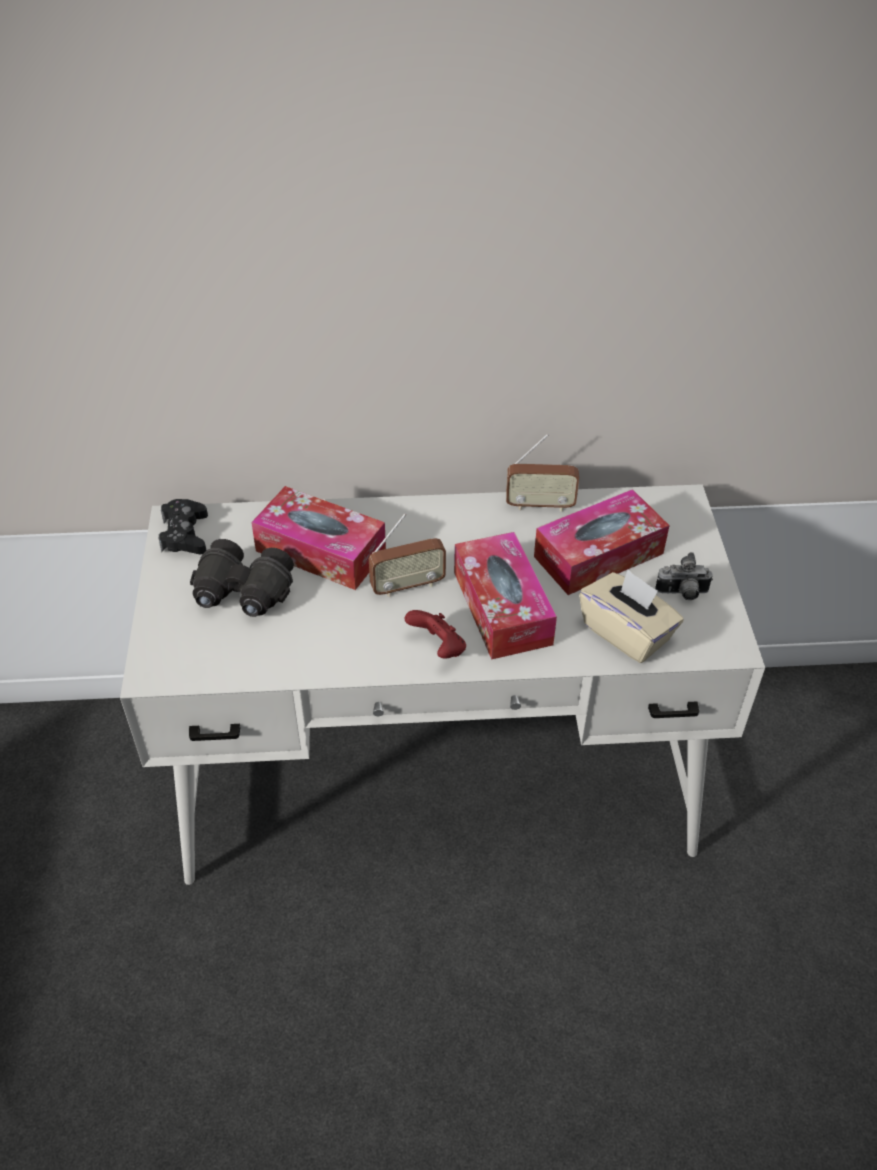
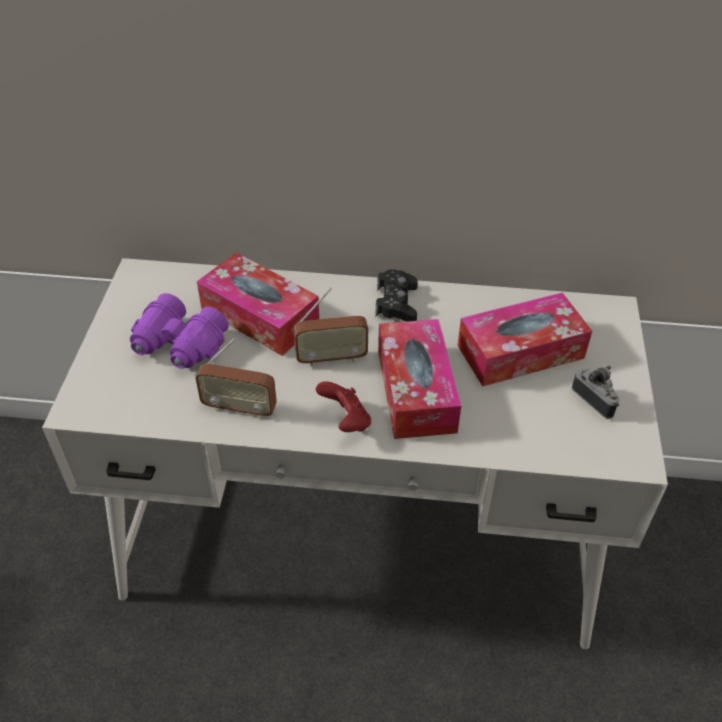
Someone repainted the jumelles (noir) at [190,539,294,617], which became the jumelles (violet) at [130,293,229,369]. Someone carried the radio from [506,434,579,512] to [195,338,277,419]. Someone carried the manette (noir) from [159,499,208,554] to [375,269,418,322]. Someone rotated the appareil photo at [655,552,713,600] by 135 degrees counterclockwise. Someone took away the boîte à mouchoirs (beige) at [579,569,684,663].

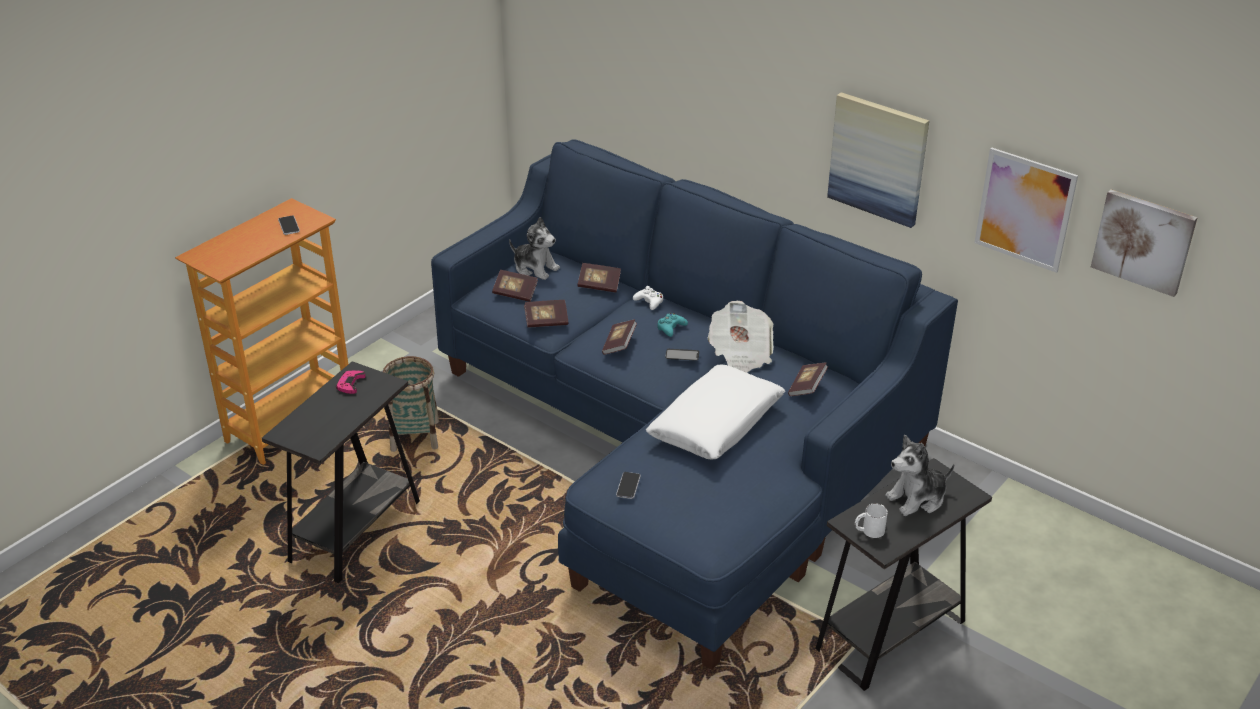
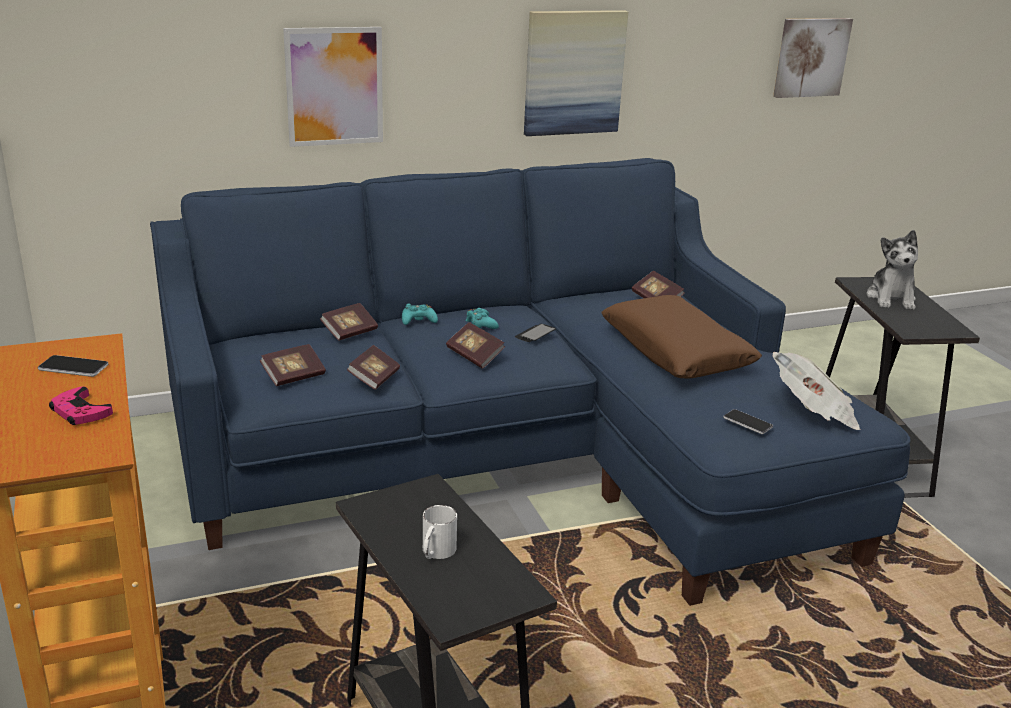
Someone carried the manette (rose) from [336,370,365,394] to [49,386,113,425]. Someone carried the tableau from [974,147,1078,273] to [283,27,383,147]. Someone repainted the manette (blanc) at [633,286,663,310], which became the manette (turquoise) at [402,304,438,325]. Someone carried the mug (blanc) from [855,503,888,538] to [423,505,457,559]. Someone repainted the coussin (blanc) at [646,365,785,460], which became the coussin (marron) at [601,295,762,379]. Someone carried the journal from [707,301,773,373] to [772,352,861,430]. Someone took away the panier at [383,356,439,452]. Someone took away the peluche at [509,217,560,280].

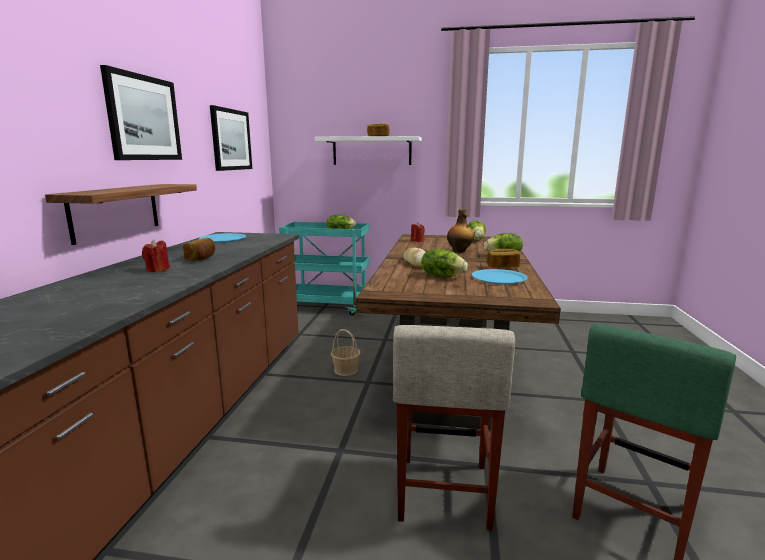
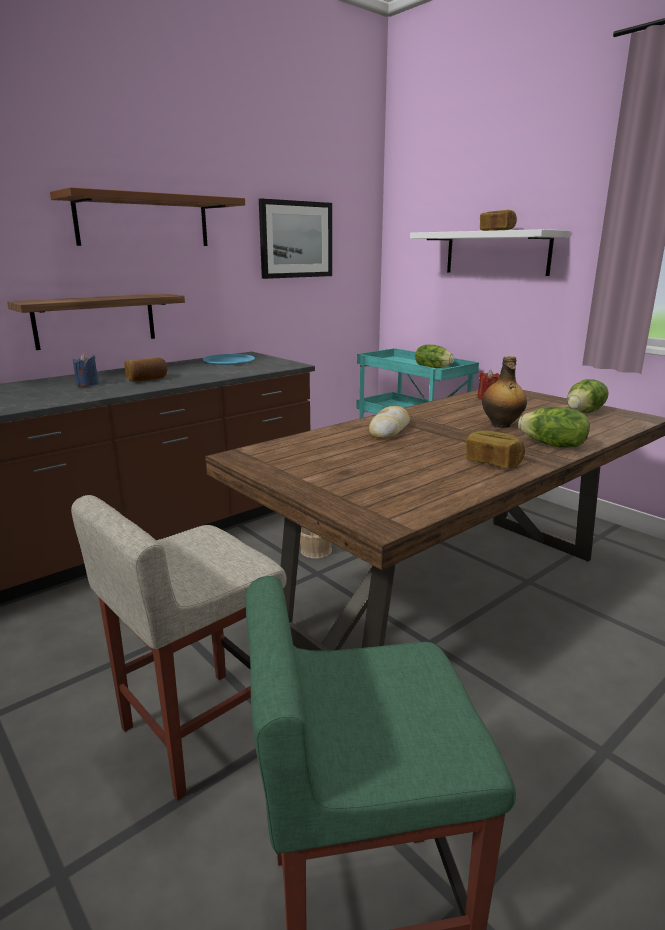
Someone swapped the tableau at [100,65,182,160] for the étagère (marron) at [50,187,245,246]. Someone repainted the bougie (rouge) at [142,239,170,272], which became the bougie (bleu) at [73,353,99,387]. Someone took away the laitue at [421,249,468,277]. Someone took away the assiette (bleu) at [472,269,528,284].

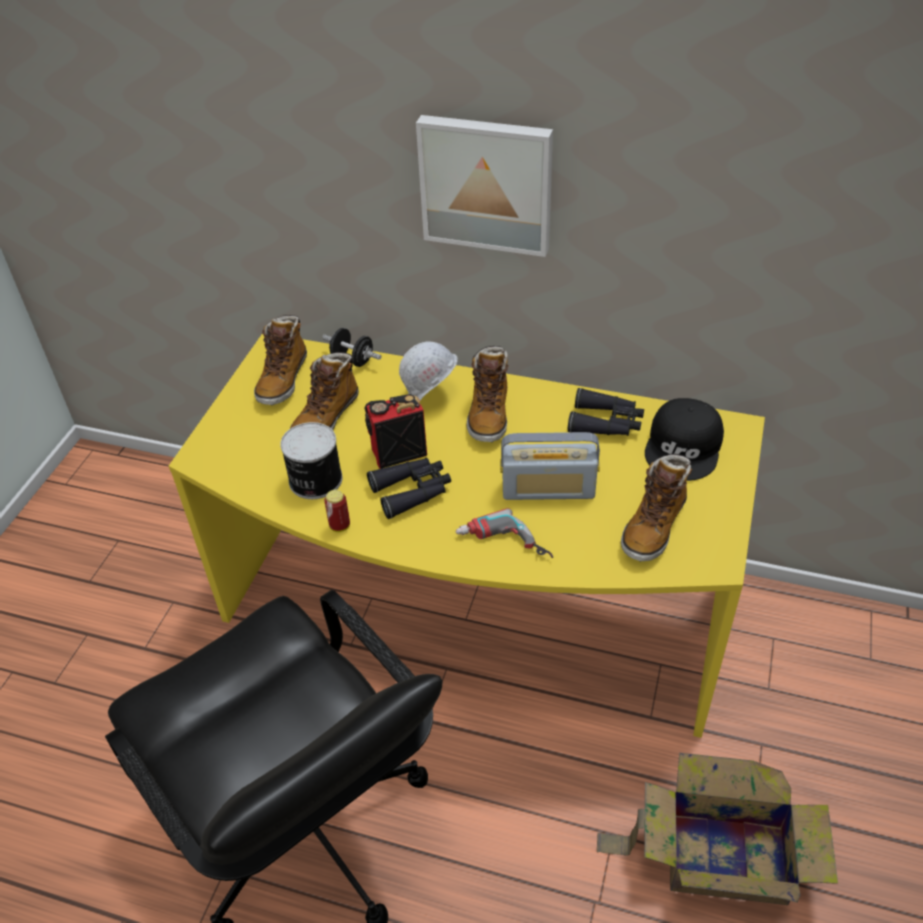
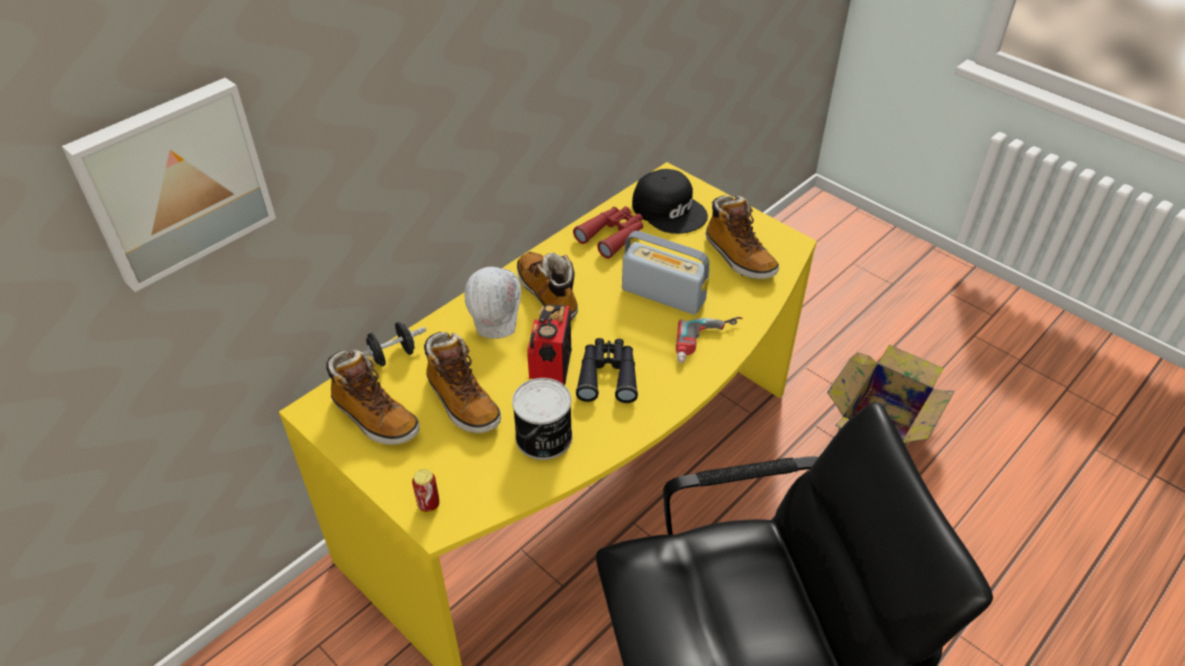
Someone carried the tableau from [416,115,553,257] to [62,78,276,292]. Someone carried the boîte métallique from [324,490,350,532] to [412,469,440,513]. Someone rotated the botte at [467,346,509,443] by 150 degrees counterclockwise. Someone repainted the jumelles (noir) at [568,388,644,436], which became the jumelles (rouge) at [573,206,643,259]. Someone rotated the radio at [500,432,600,500] by 90 degrees counterclockwise.

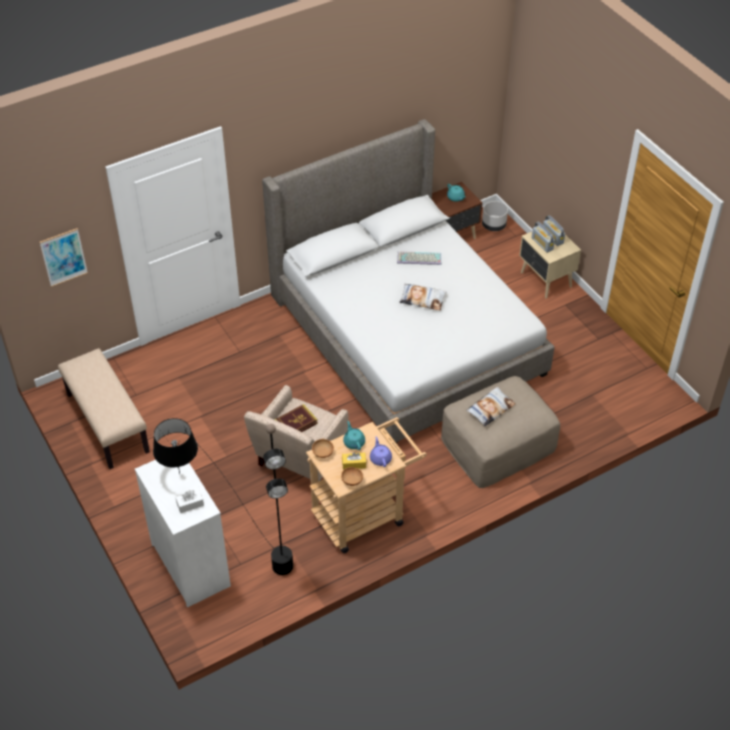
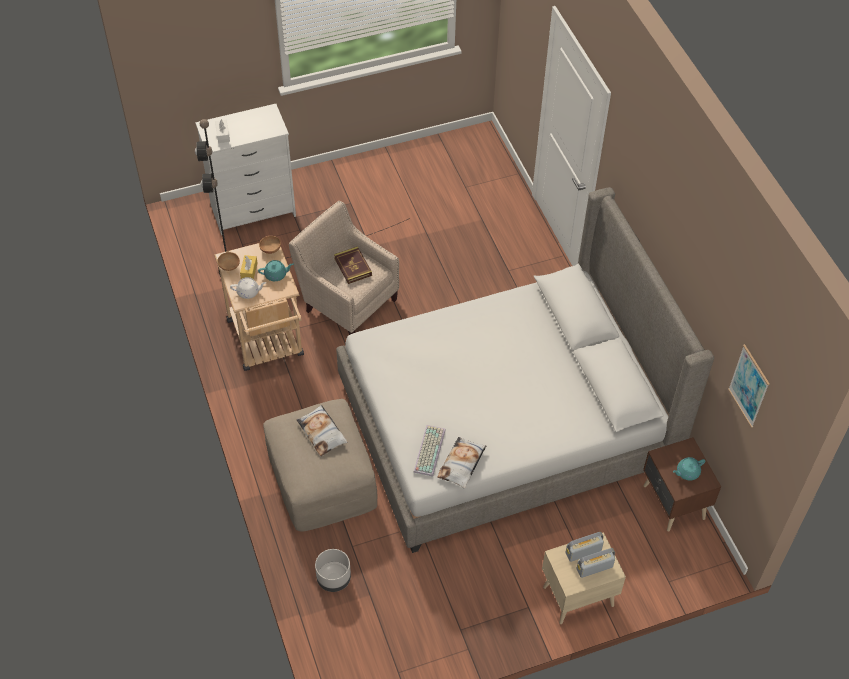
Someone repainted the théière (violet) at [370,437,392,467], which became the théière (blanc) at [230,277,266,299]. Someone carried the cache-pot (gris) from [482,201,508,231] to [315,549,351,592]. Someone carried the clavier from [397,251,442,265] to [413,425,446,477]. Someone carried the coussin from [399,284,447,310] to [437,437,487,488]. Someone carried the tableau from [39,228,88,287] to [728,344,769,428]. Someone took away the banc (beige) at [58,348,150,469]. Someone took away the lampe de table (noir) at [153,418,198,474].

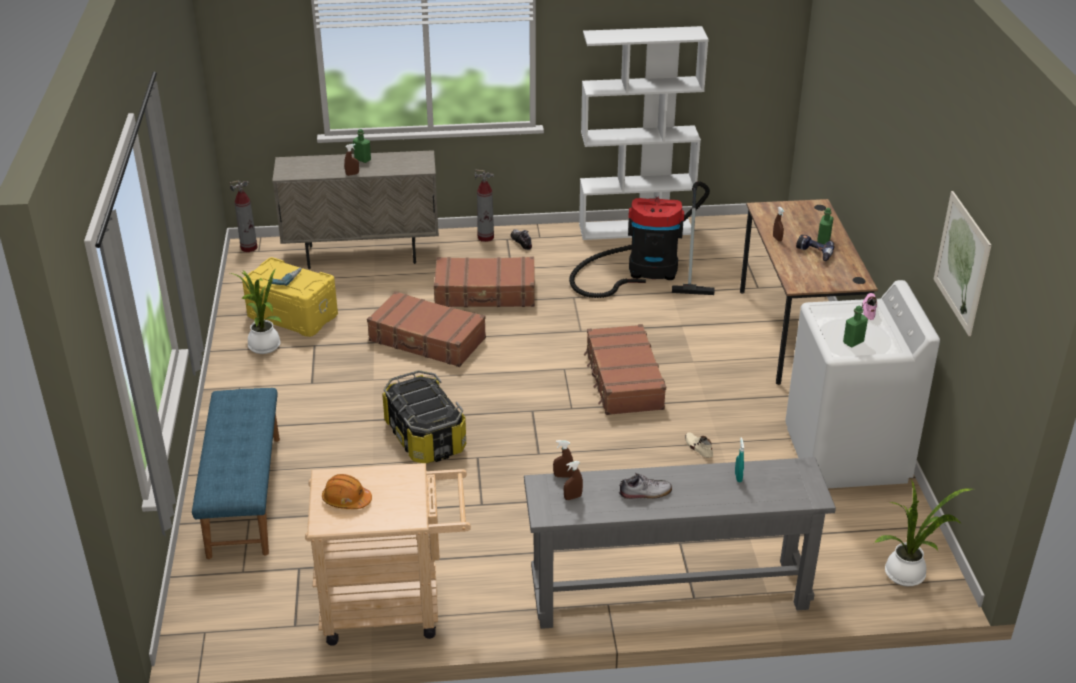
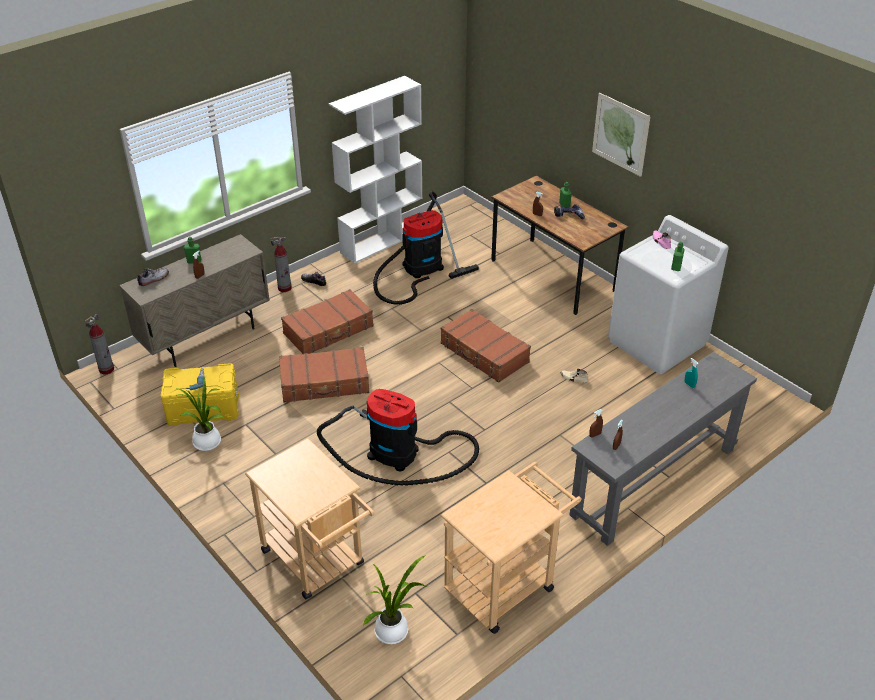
Someone carried the chaussure from [619,473,672,499] to [137,268,169,286]. Someone swapped the banc (bleu) at [192,388,280,559] for the chariot (beige) at [245,438,374,599]. Someone swapped the boîte de rangement at [382,370,466,464] for the aspirateur at [317,389,479,486]. Someone carried the plante en pot from [874,480,973,586] to [363,555,427,644]. Someone carried the tableau from [934,191,991,336] to [592,93,651,177]. Someone took away the casque de chantier (orange) at [322,474,372,509].

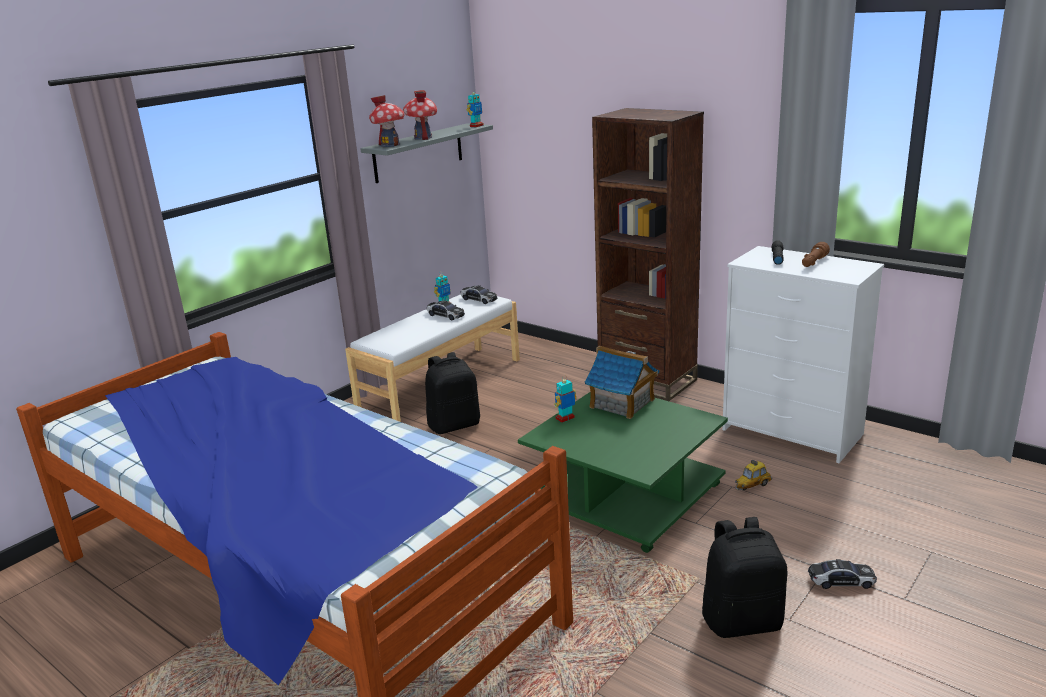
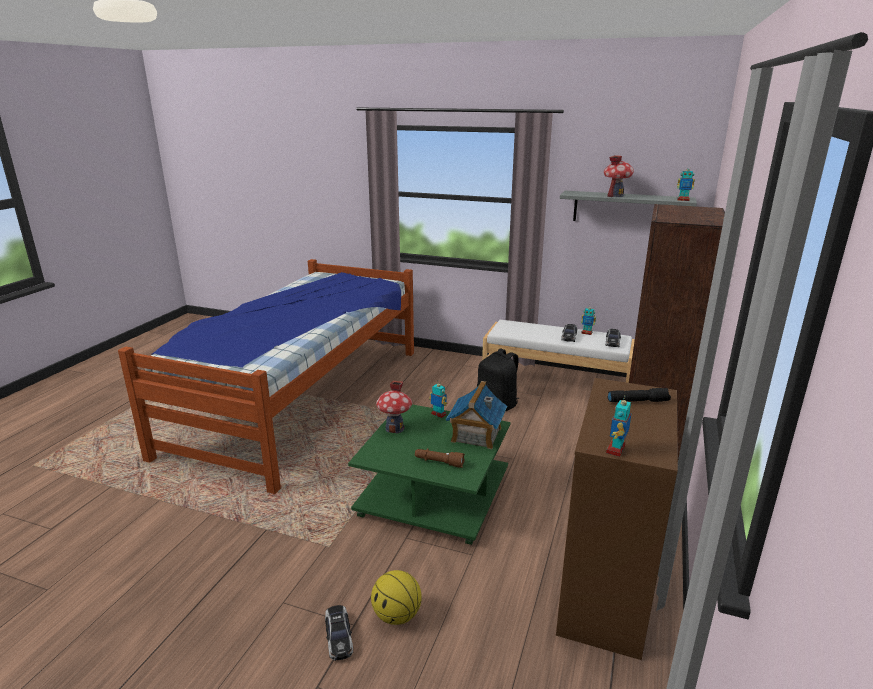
Someone put down the ballon de basket at [371,570,422,625]. Someone carried the maison miniature from [369,95,405,147] to [376,381,412,434]. Someone carried the lampe de poche (marron) from [802,242,830,267] to [415,449,465,468]. Someone repainted the commode (blanc) at [722,246,884,463], which became the commode (marron) at [556,378,678,660]. Someone put down the robot jouet at [606,399,631,457]. Someone took away the sac à dos (noir) at [702,517,787,638]. Someone took away the petite voiture at [735,460,772,490].

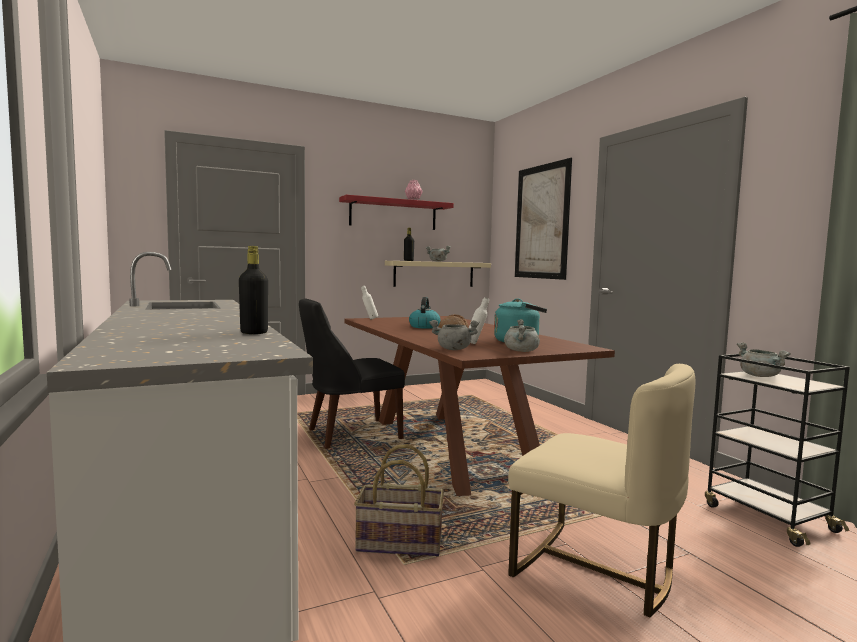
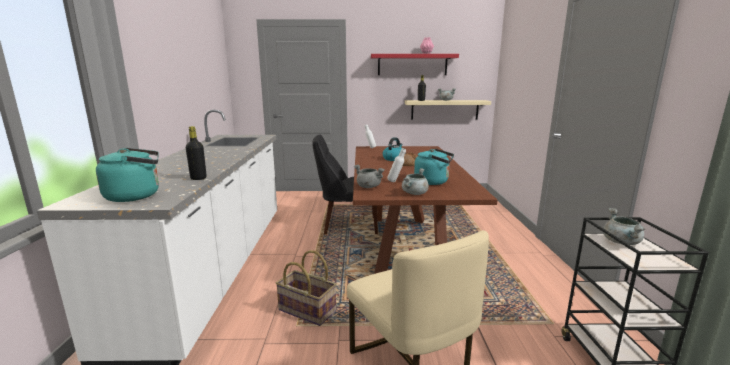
Someone put down the bouilloire (turquoise) at [96,148,159,202]. Someone took away the tableau at [515,158,572,280].

